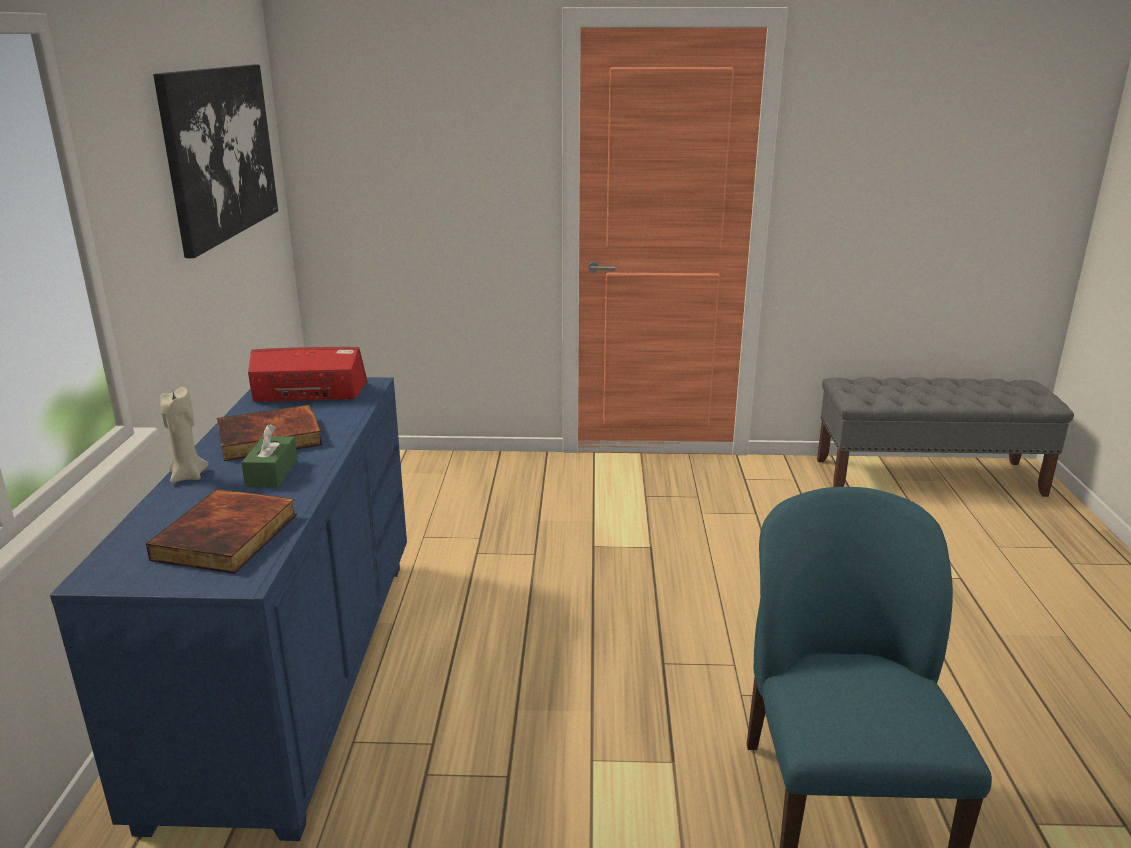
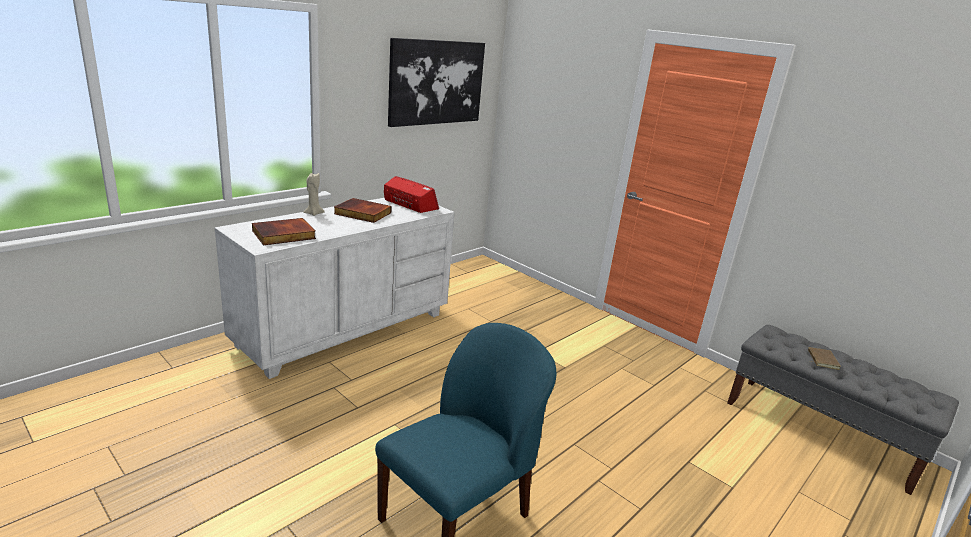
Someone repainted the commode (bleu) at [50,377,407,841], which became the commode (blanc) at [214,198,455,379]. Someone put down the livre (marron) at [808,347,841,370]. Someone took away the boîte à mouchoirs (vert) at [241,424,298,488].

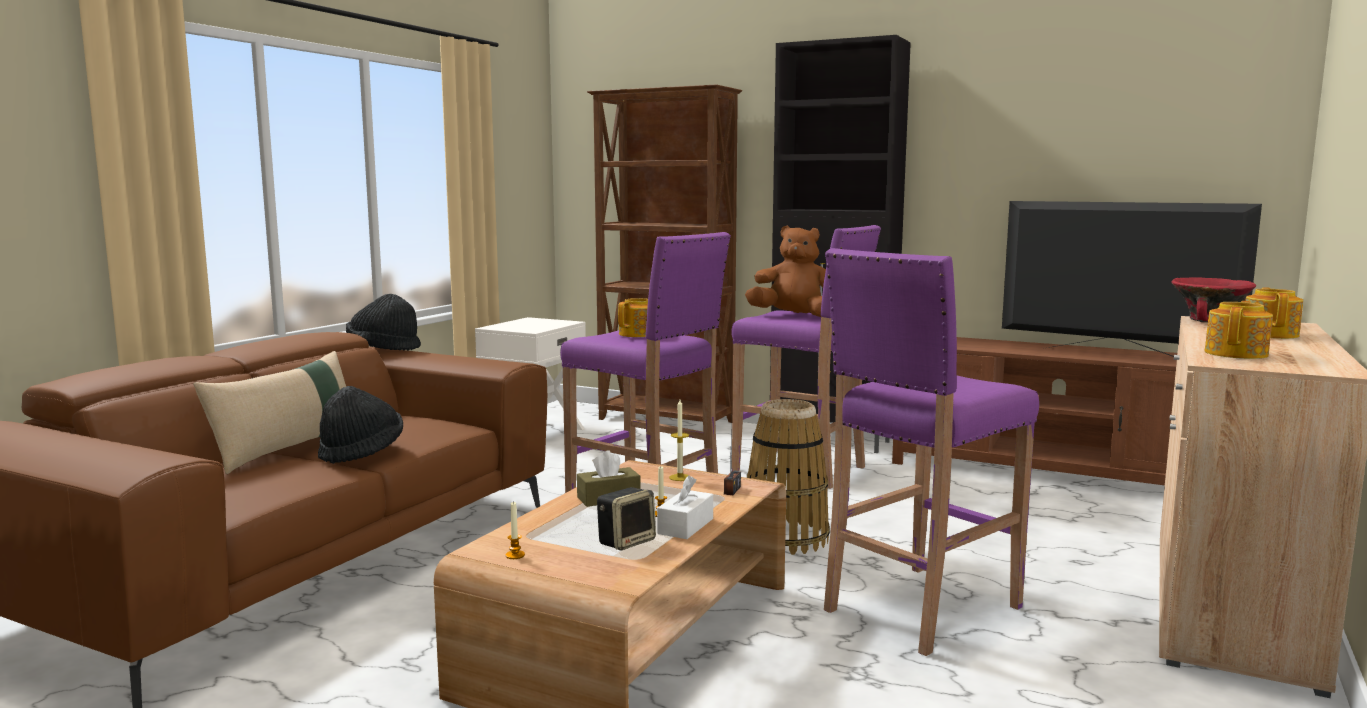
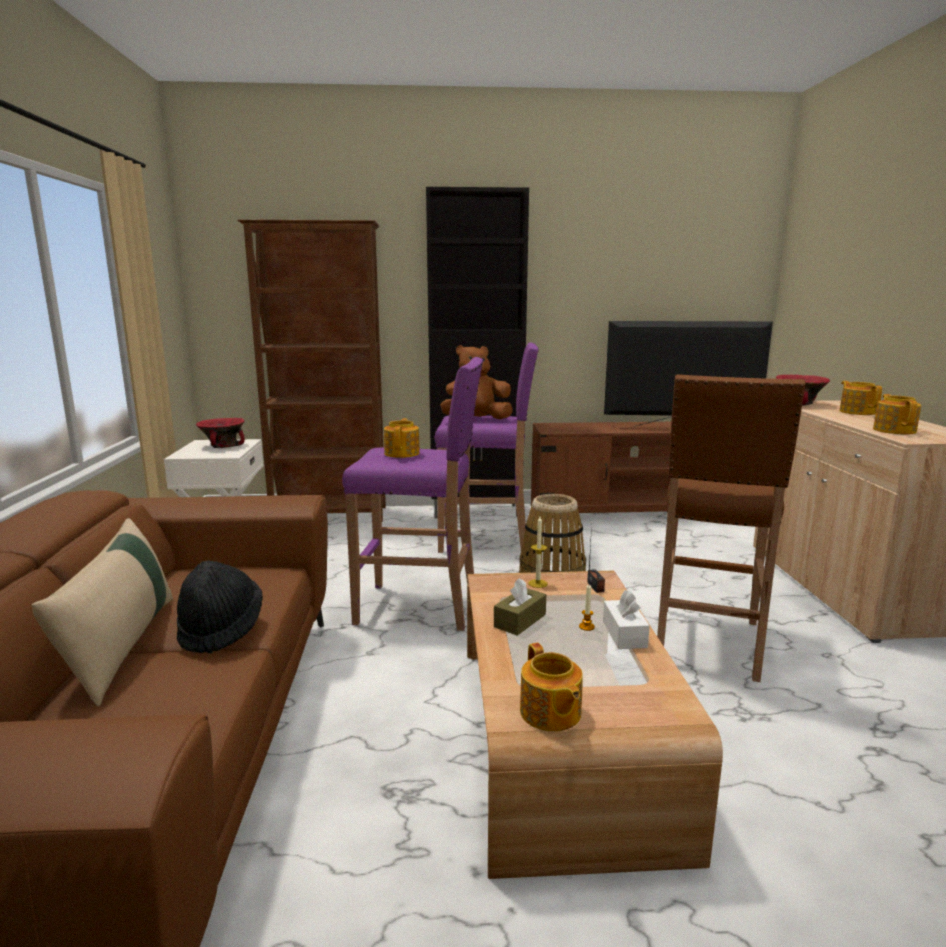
Someone put down the bol (rouge) at [196,418,245,448]. Someone swapped the bougie at [505,501,525,559] for the théière at [520,643,583,731]. Someone repainted the tabouret (violet) at [824,248,1039,656], which became the tabouret (marron) at [657,374,806,682]. Someone took away the chapeau (noir) at [346,294,421,351]. Someone took away the enceinte at [597,487,656,550].

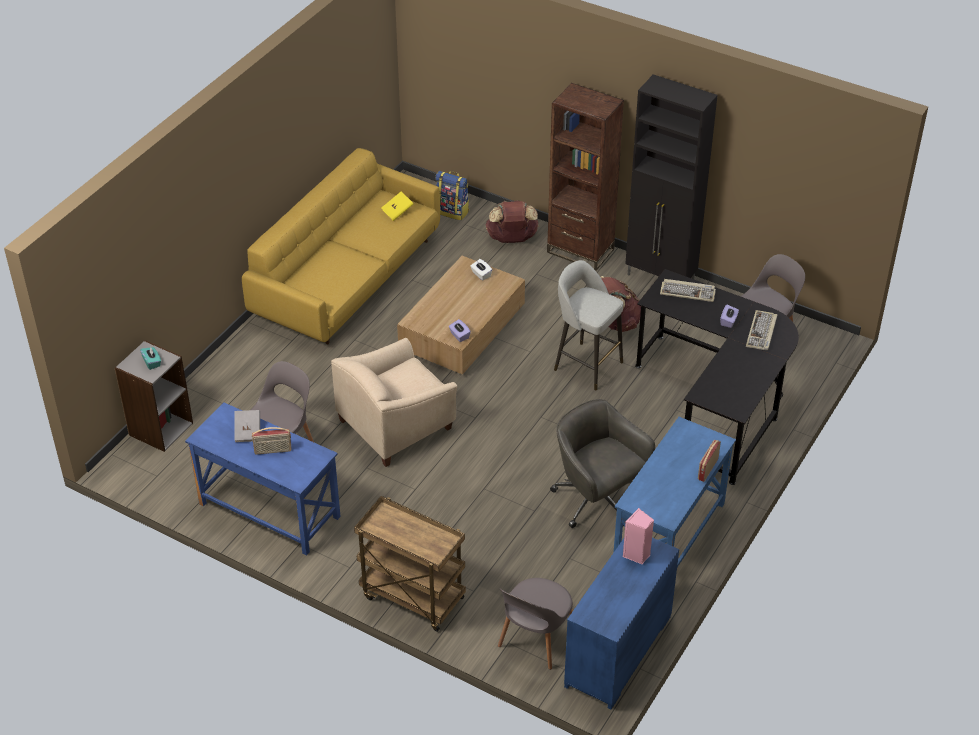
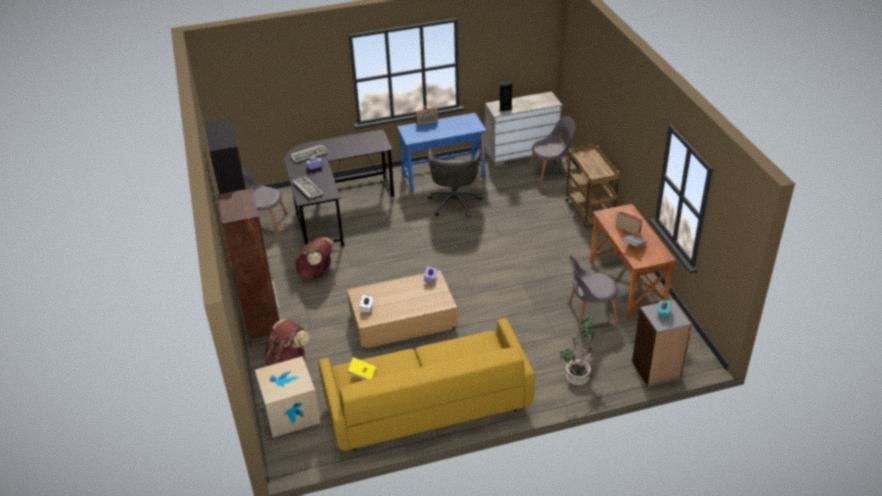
Someone swapped the sac à dos at [435,171,469,220] for the carton at [255,356,321,437]. Someone repainted the commode (bleu) at [564,538,679,709], which became the commode (beige) at [485,91,562,167]. Someone repainted the enceinte (rose) at [623,508,654,564], which became the enceinte (noir) at [500,79,512,112]. Someone put down the plante en pot at [560,316,599,385]. Someone repainted the bureau (bleu) at [185,402,341,556], which became the bureau (marron) at [590,204,676,319]. Someone took away the fauteuil (beige) at [331,338,457,467]. Someone took away the tabouret (gris) at [554,260,623,391].

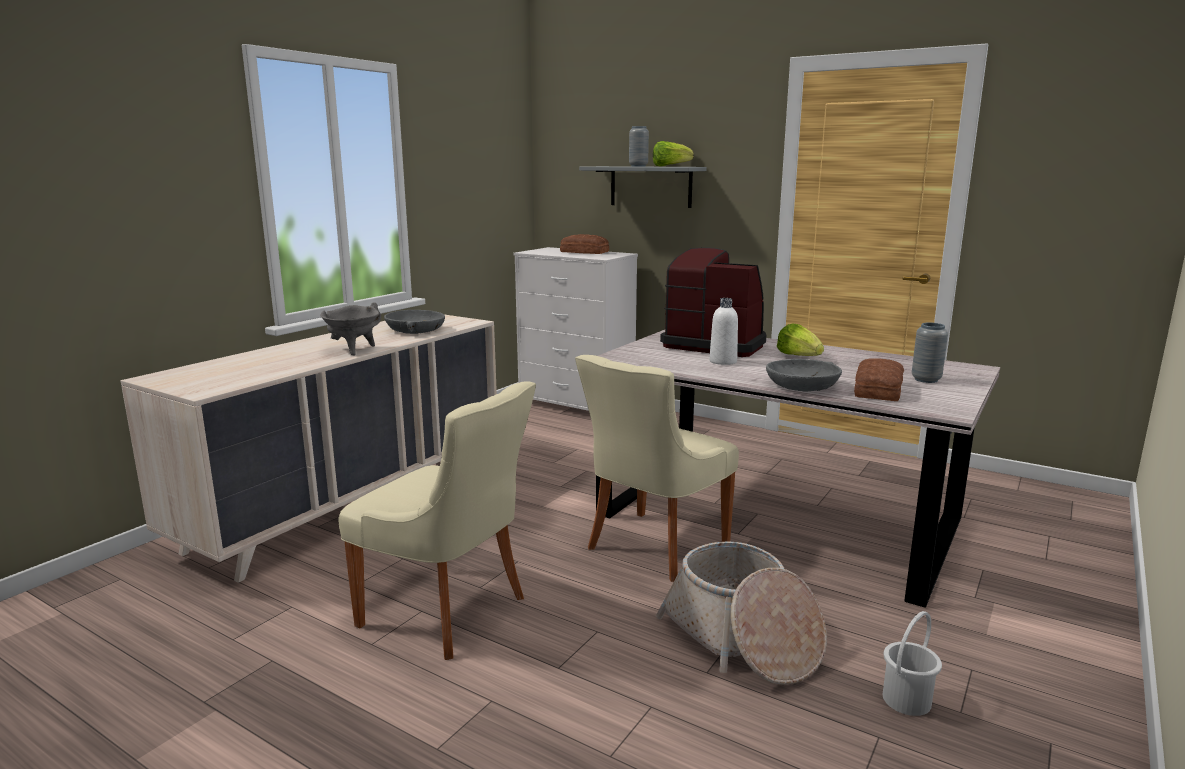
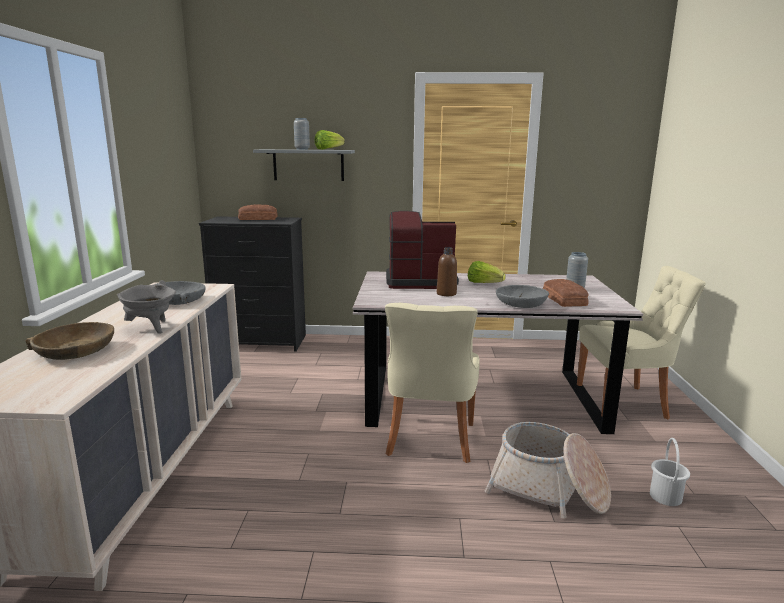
Someone put down the bol (marron) at [26,322,114,360]. Someone repainted the commode (blanc) at [513,247,638,411], which became the commode (noir) at [199,216,306,352]. Someone repainted the bouteille (blanc) at [709,298,738,365], which became the bouteille (marron) at [437,247,457,296]. Someone carried the chaise (beige) from [339,381,536,660] to [577,266,706,419].

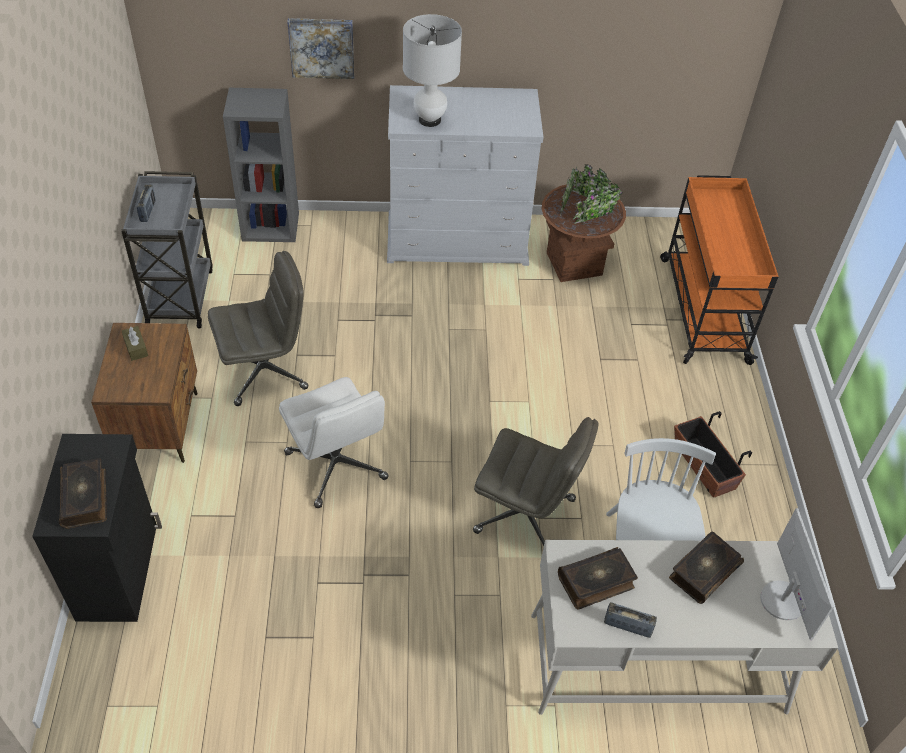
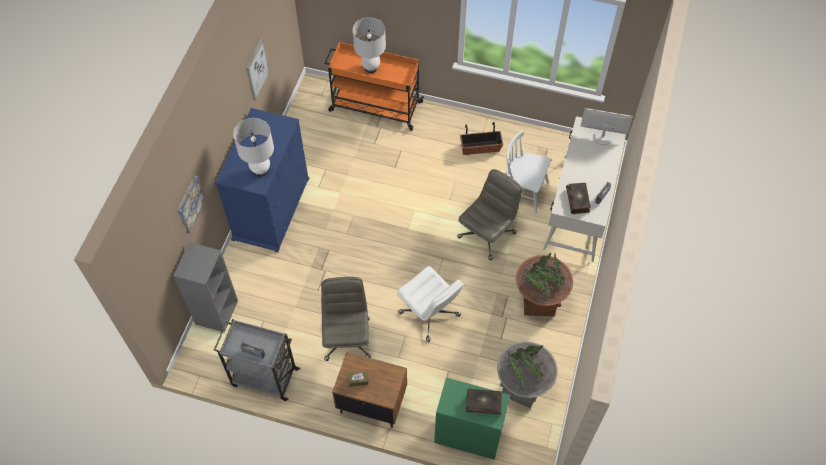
Someone repainted the commode (blanc) at [387,85,543,266], which became the commode (bleu) at [215,108,309,252]. Someone put up the tableau at [246,38,270,101]. Someone put down the lampe de table (blanc) at [353,17,386,73]. Someone rotated the chaise de bureau (blanc) at [279,377,389,508] by 60 degrees clockwise. Someone repainted the meuble de rangement (noir) at [32,434,162,622], which became the meuble de rangement (vert) at [434,378,510,460]. Someone put down the cache-pot (gris) at [497,341,558,409]. Someone carried the cache-pot (marron) from [542,164,626,282] to [516,253,573,317]. Someone took away the livre at [669,532,744,604].

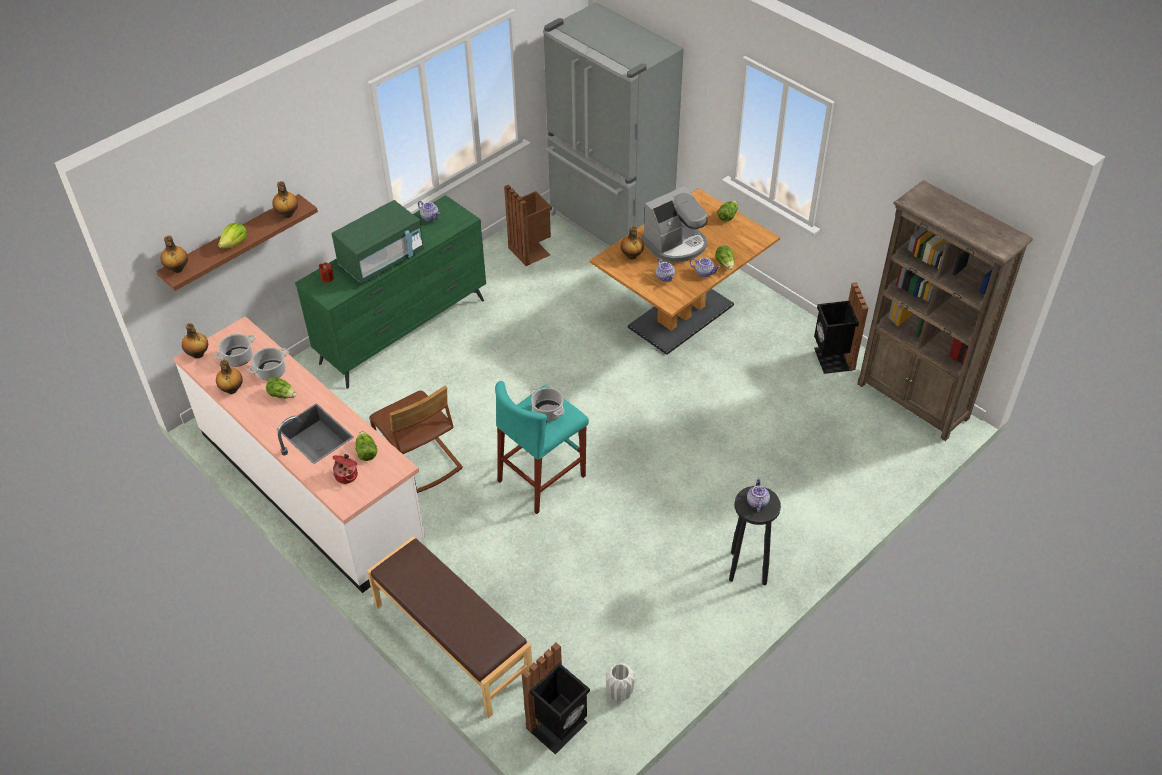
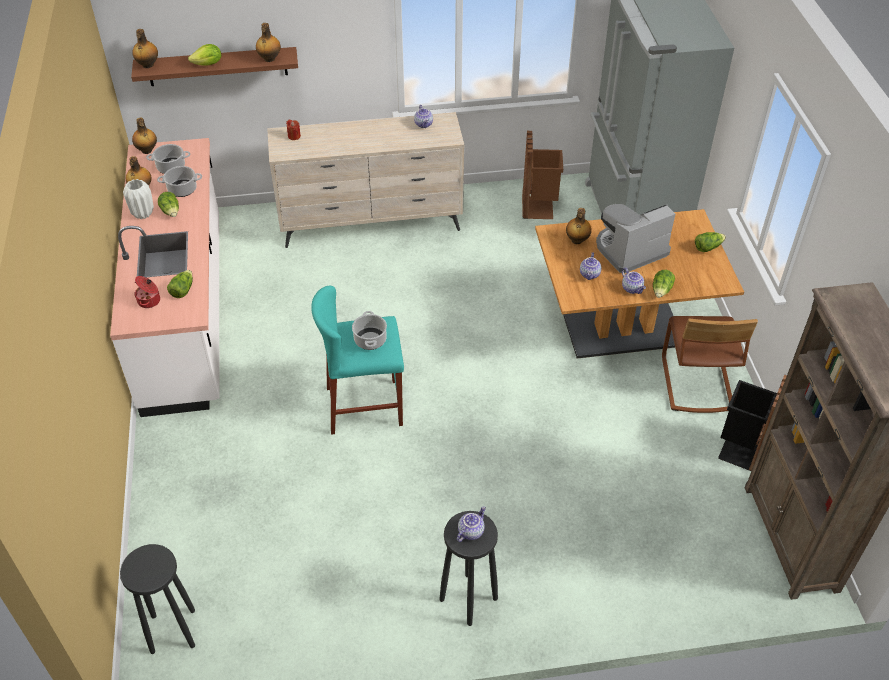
Someone swapped the poubelle (noir) at [522,643,590,754] for the tabouret (noir) at [120,544,195,654]. Someone carried the vase (blanc) from [606,663,635,701] to [123,179,154,219]. Someone repainted the commode (vert) at [295,195,486,389], which became the commode (beige) at [267,112,464,248]. Someone rotated the machine à café at [641,186,708,263] by 150 degrees clockwise. Someone carried the chaise (marron) from [369,386,463,493] to [662,316,758,413]. Someone took away the micro-ondes (vert) at [332,200,424,284]. Someone took away the banc (marron) at [367,537,533,718].

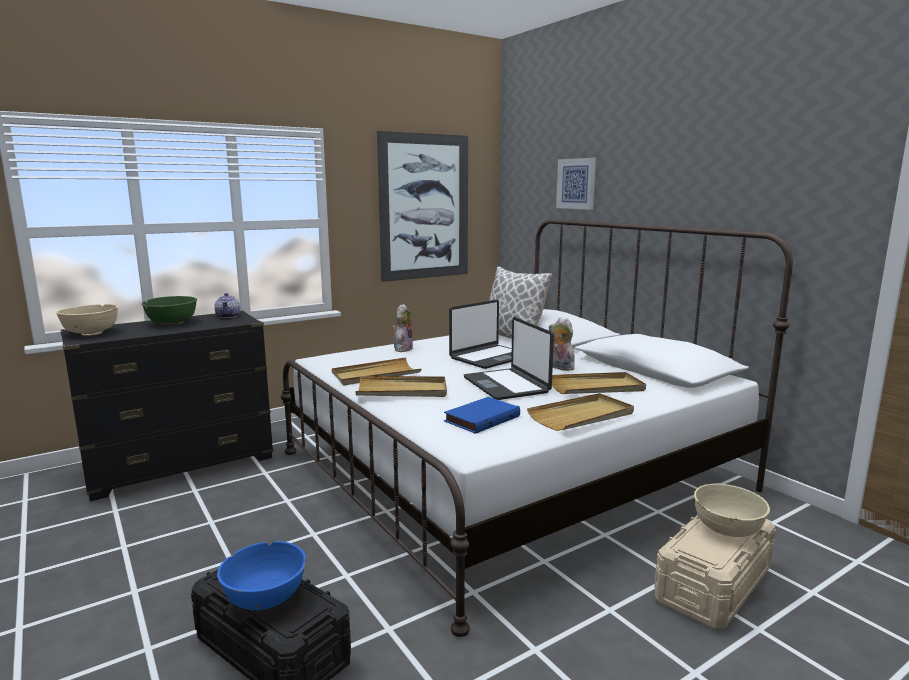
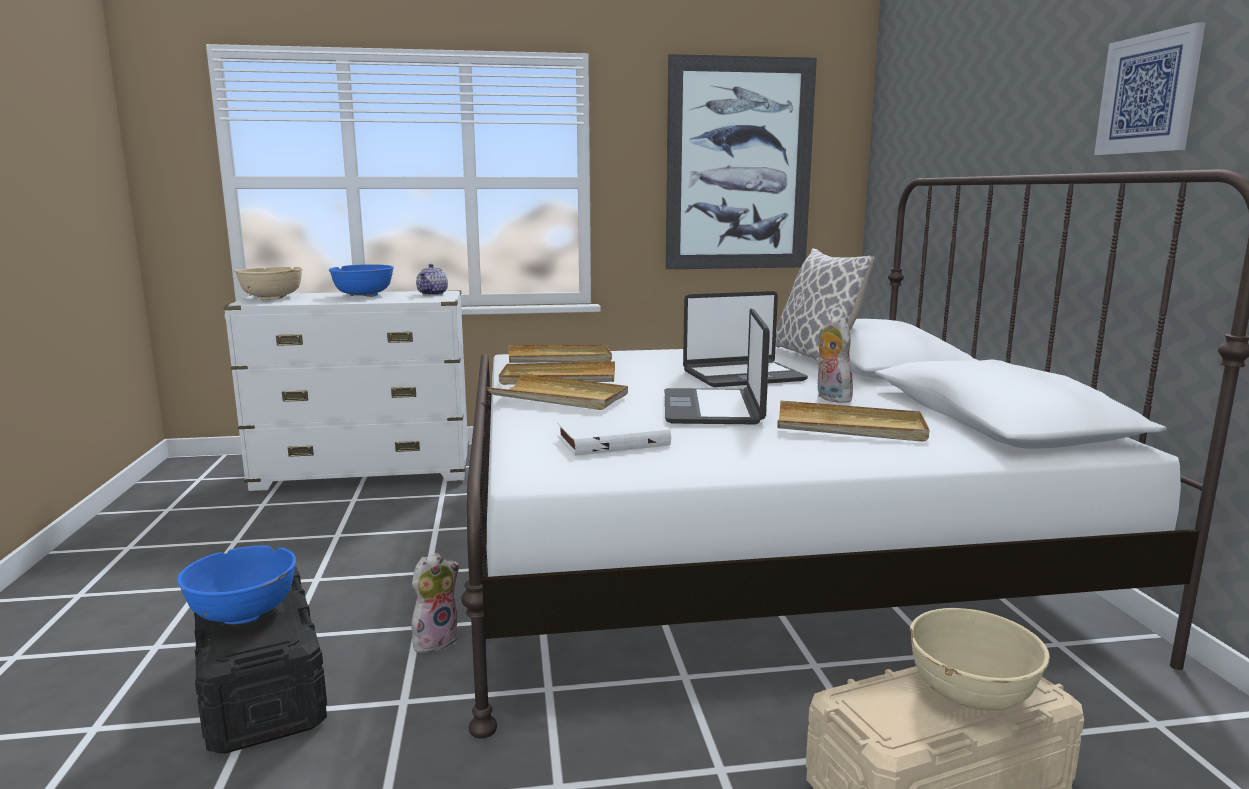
Someone repainted the commode (noir) at [60,310,274,501], which became the commode (blanc) at [223,290,469,491]. Someone repainted the bol (vert) at [142,296,197,325], which became the bol (bleu) at [329,264,394,297]. Someone carried the peluche from [392,304,413,352] to [411,553,460,653]. Someone carried the plateau (beige) from [527,393,634,431] to [508,345,612,363]. Someone repainted the livre (bleu) at [444,397,520,434], which became the livre (blanc) at [557,414,671,456]. Someone carried the tableau from [556,158,596,210] to [1094,22,1205,155].

